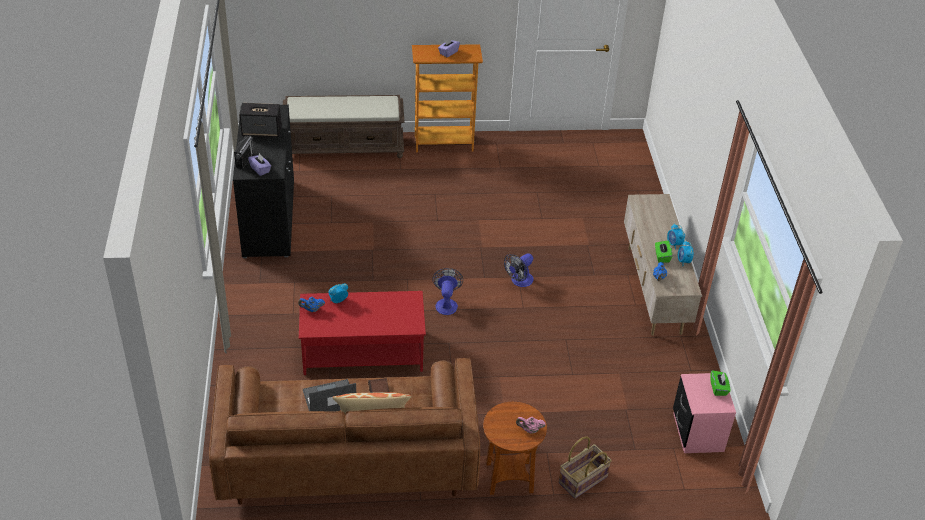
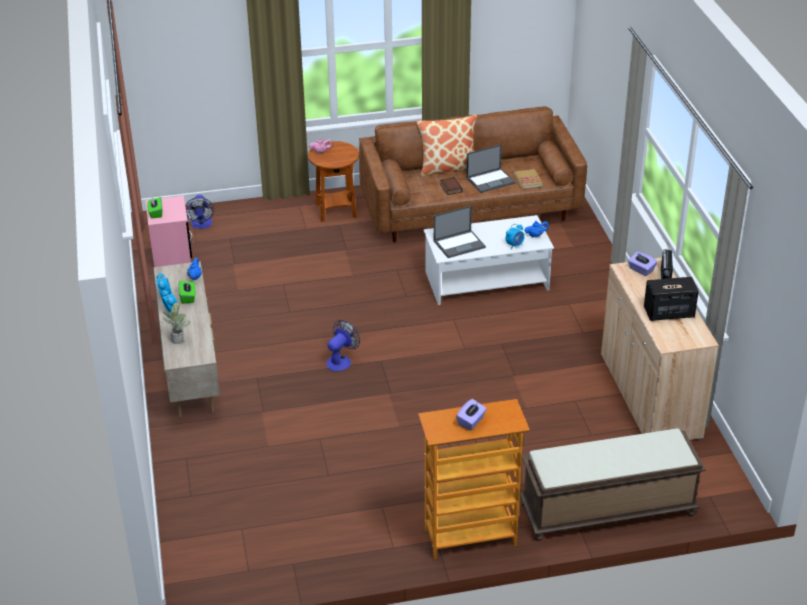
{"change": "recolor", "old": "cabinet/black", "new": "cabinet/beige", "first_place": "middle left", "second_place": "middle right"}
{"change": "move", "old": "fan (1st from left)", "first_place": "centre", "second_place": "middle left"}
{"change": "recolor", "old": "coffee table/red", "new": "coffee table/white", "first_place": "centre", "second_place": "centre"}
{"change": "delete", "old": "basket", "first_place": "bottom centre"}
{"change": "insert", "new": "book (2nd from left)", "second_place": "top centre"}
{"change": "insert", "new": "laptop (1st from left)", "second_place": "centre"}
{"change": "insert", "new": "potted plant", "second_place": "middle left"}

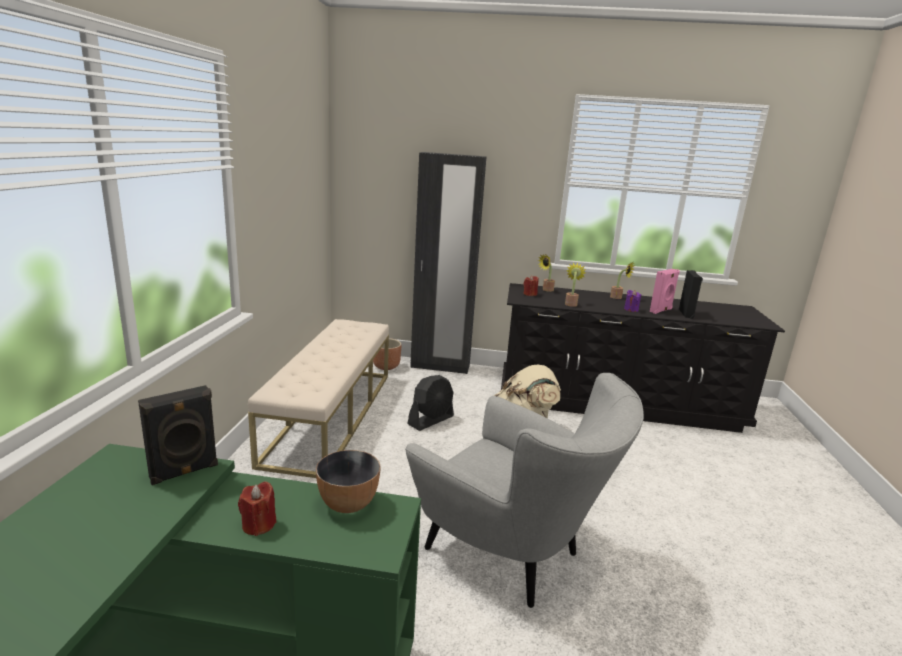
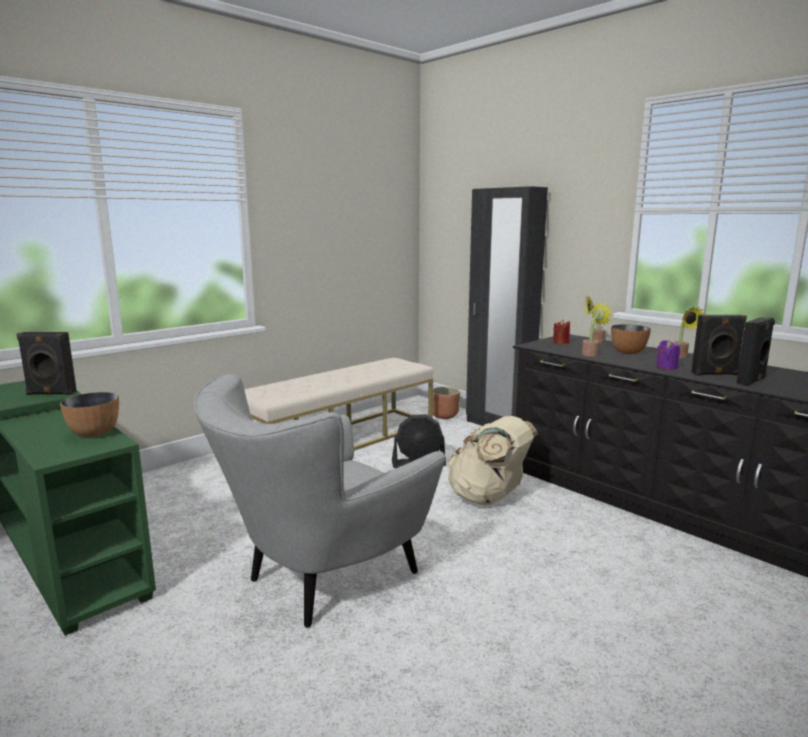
{"change": "recolor", "old": "speaker/pink", "new": "speaker/black (2nd from left)", "first_place": "middle right", "second_place": "middle right"}
{"change": "rotate", "old": "armchair/grey", "first_place": "bottom centre", "second_place": "bottom centre", "degrees": 60}
{"change": "delete", "old": "candle/red (1st from left)", "first_place": "bottom left"}
{"change": "insert", "new": "bowl (2nd from left)", "second_place": "middle right"}

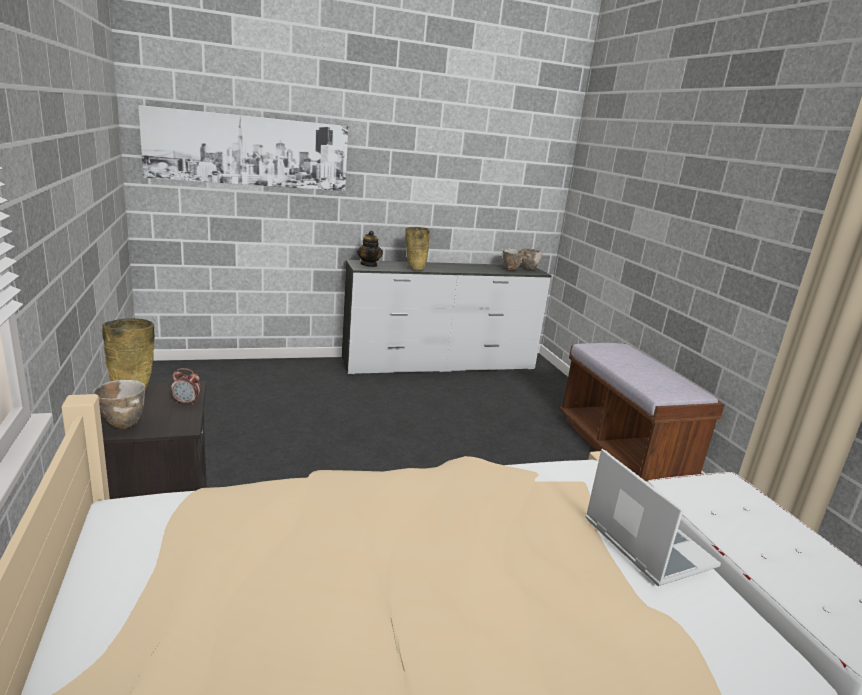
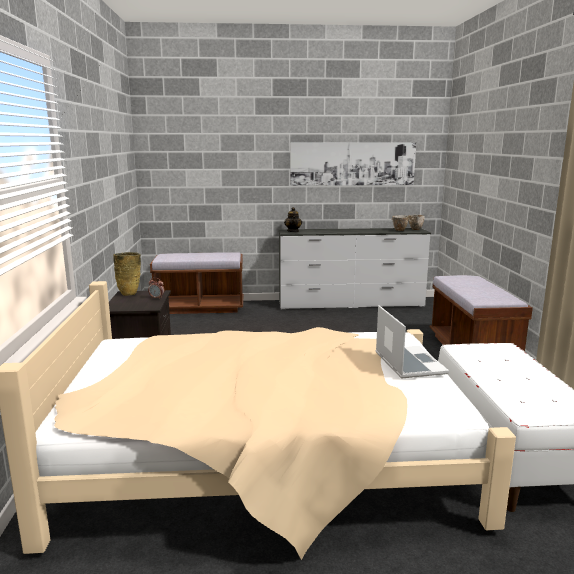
{"change": "move", "old": "picture", "first_place": "top left", "second_place": "top centre"}
{"change": "delete", "old": "vase/beige (2nd from left)", "first_place": "centre"}
{"change": "delete", "old": "bowl (1st from left)", "first_place": "middle left"}
{"change": "insert", "new": "bench/brown (1st from left)", "second_place": "centre"}

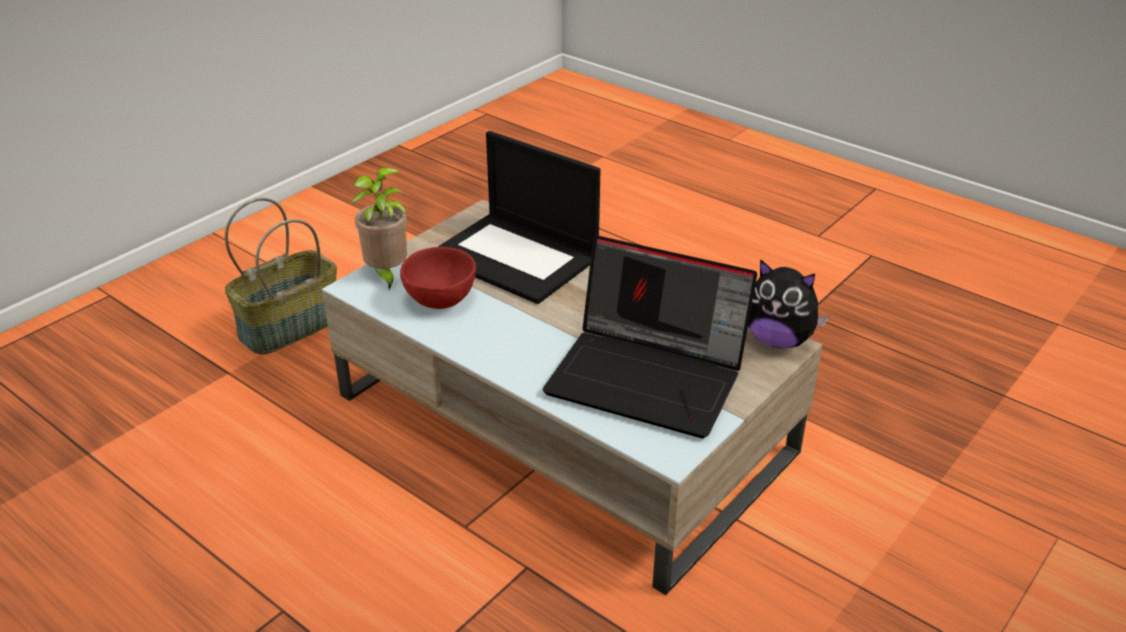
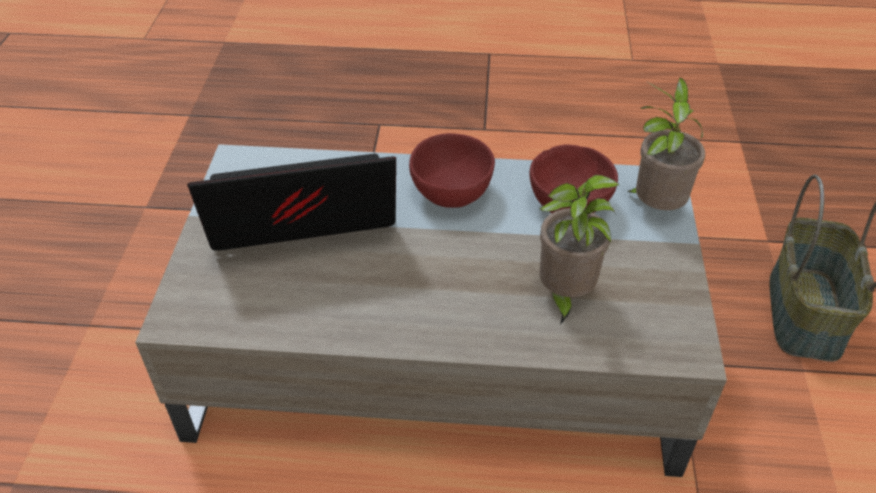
{"change": "replace", "old": "laptop (1st from left)", "new": "potted plant (1st from left)", "first_place": "centre", "second_place": "centre"}
{"change": "delete", "old": "plush toy", "first_place": "middle right"}
{"change": "insert", "new": "bowl/red (1st from left)", "second_place": "centre"}

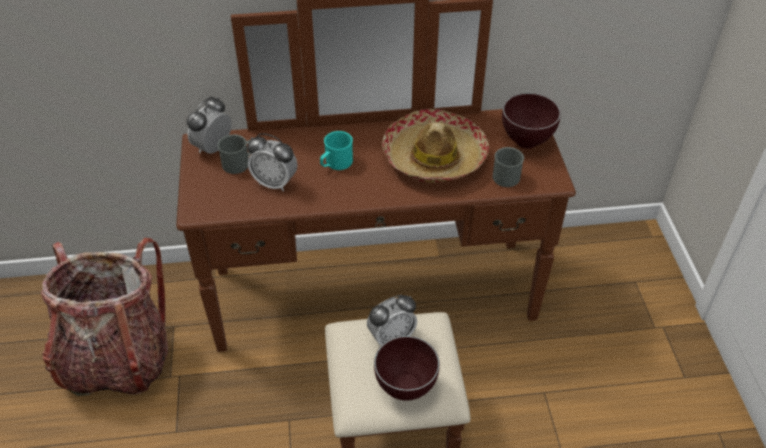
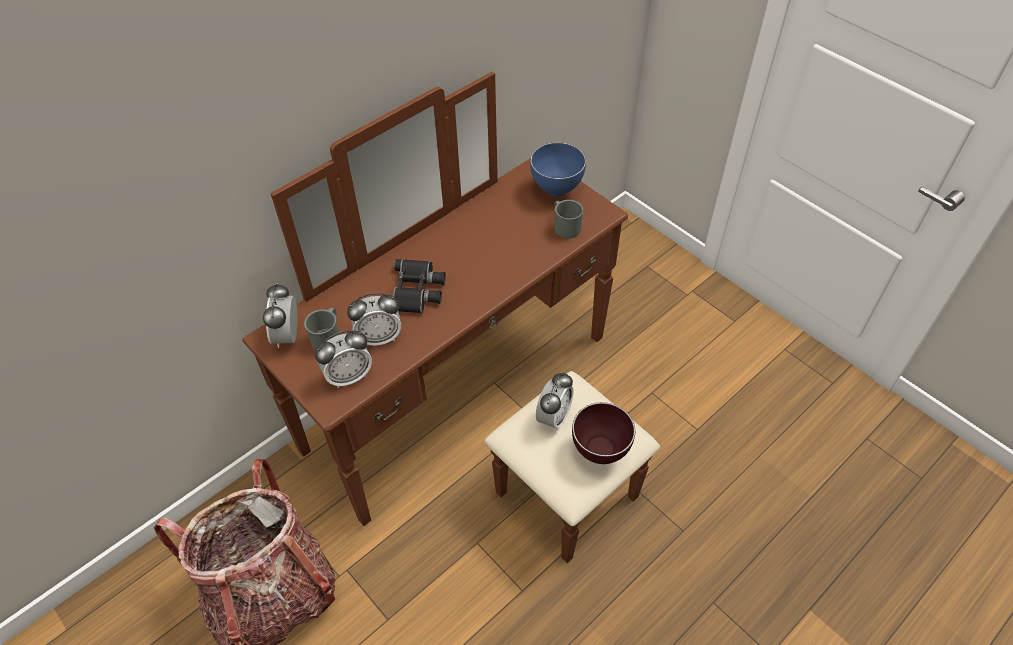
{"change": "recolor", "old": "bowl/brown (2nd from left)", "new": "bowl/blue", "first_place": "top right", "second_place": "top centre"}
{"change": "delete", "old": "hat", "first_place": "top centre"}
{"change": "replace", "old": "mug/turquoise", "new": "binoculars/black", "first_place": "centre", "second_place": "centre"}
{"change": "insert", "new": "alarm clock (2nd from left)", "second_place": "centre"}

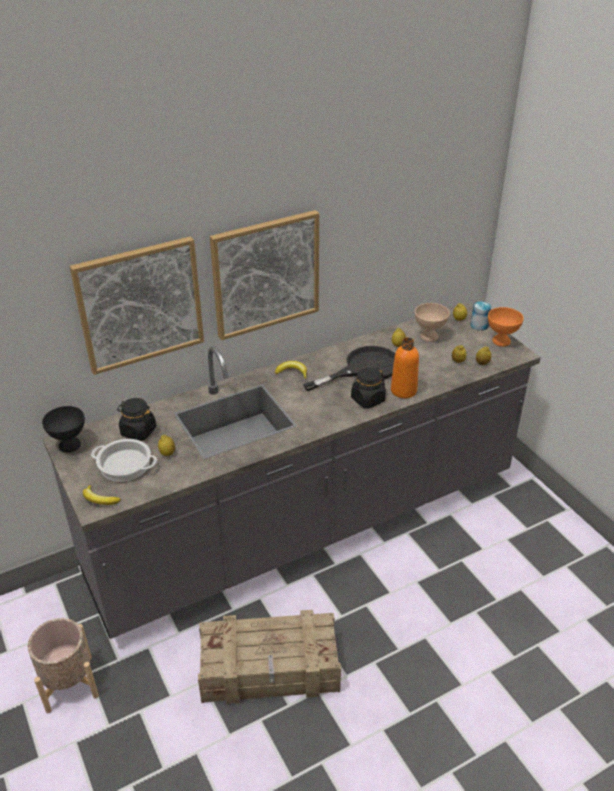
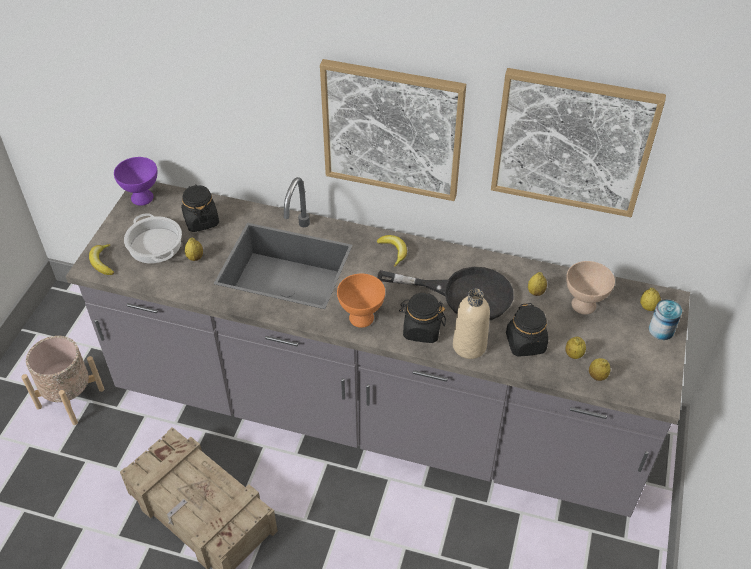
{"change": "move", "old": "picture (1st from left in the first image)", "new": "picture (2nd from left)", "first_place": "middle left", "second_place": "top right"}
{"change": "move", "old": "bowl/orange", "first_place": "middle right", "second_place": "centre"}
{"change": "recolor", "old": "bottle/orange", "new": "bottle/beige", "first_place": "centre", "second_place": "centre"}
{"change": "recolor", "old": "bowl/black", "new": "bowl/purple", "first_place": "middle left", "second_place": "top left"}
{"change": "insert", "new": "jar/black (3rd from left)", "second_place": "middle right"}

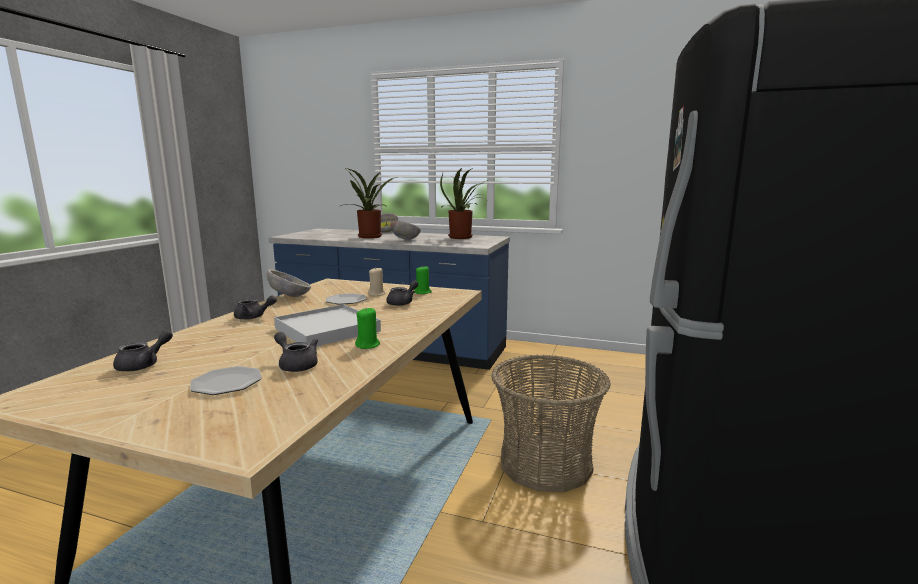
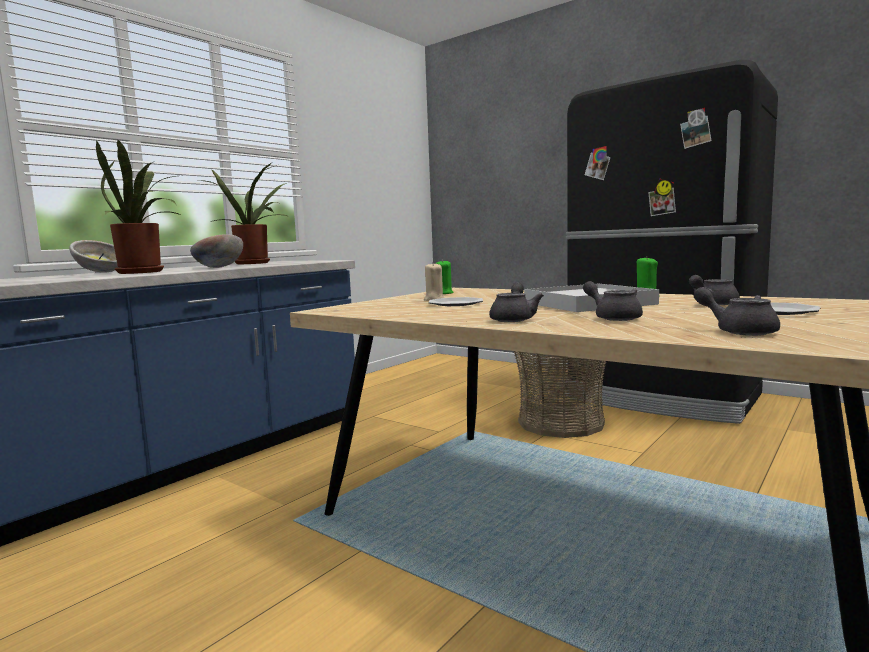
{"change": "delete", "old": "bowl (1st from left)", "first_place": "middle left"}
{"change": "move", "old": "teapot/grey (4th from left in the first image)", "new": "teapot/grey (2nd from left)", "first_place": "centre", "second_place": "middle right"}

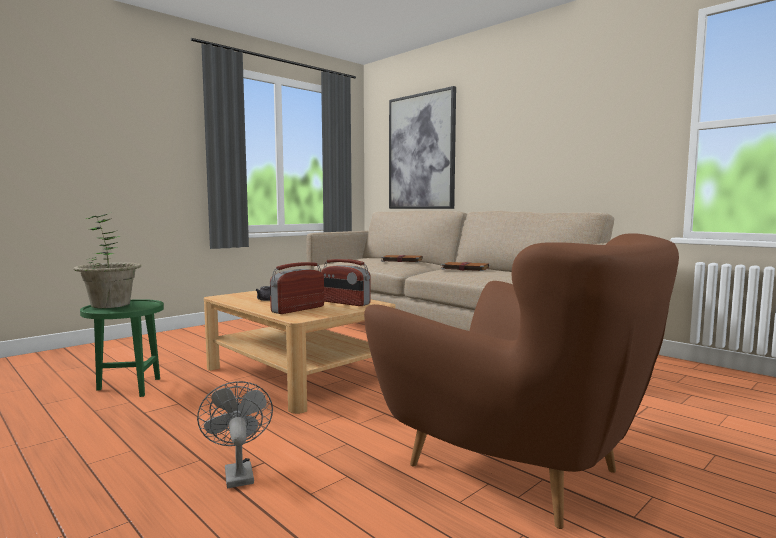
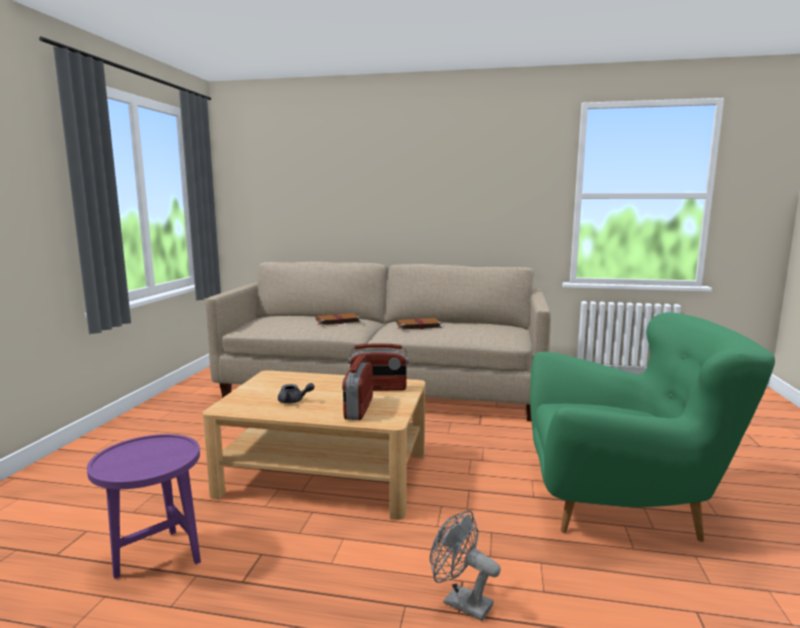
{"change": "delete", "old": "picture", "first_place": "top centre"}
{"change": "delete", "old": "potted plant", "first_place": "middle left"}
{"change": "recolor", "old": "armchair/brown", "new": "armchair/green", "first_place": "bottom right", "second_place": "bottom right"}
{"change": "recolor", "old": "side table/green", "new": "side table/purple", "first_place": "middle left", "second_place": "bottom left"}

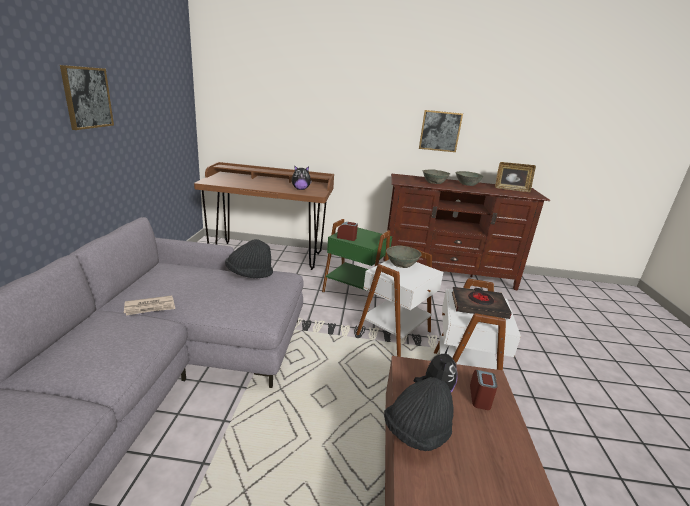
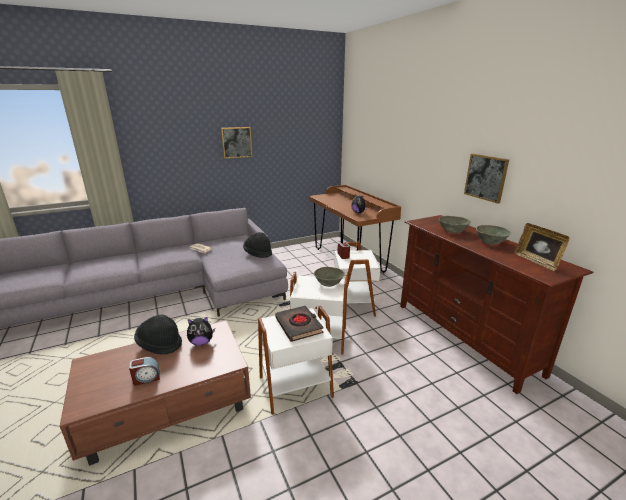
{"change": "recolor", "old": "side table/green", "new": "side table/white (3rd from left)", "first_place": "centre", "second_place": "centre"}
{"change": "move", "old": "alarm clock (2nd from left in the first image)", "new": "alarm clock (1st from left)", "first_place": "bottom right", "second_place": "bottom left"}

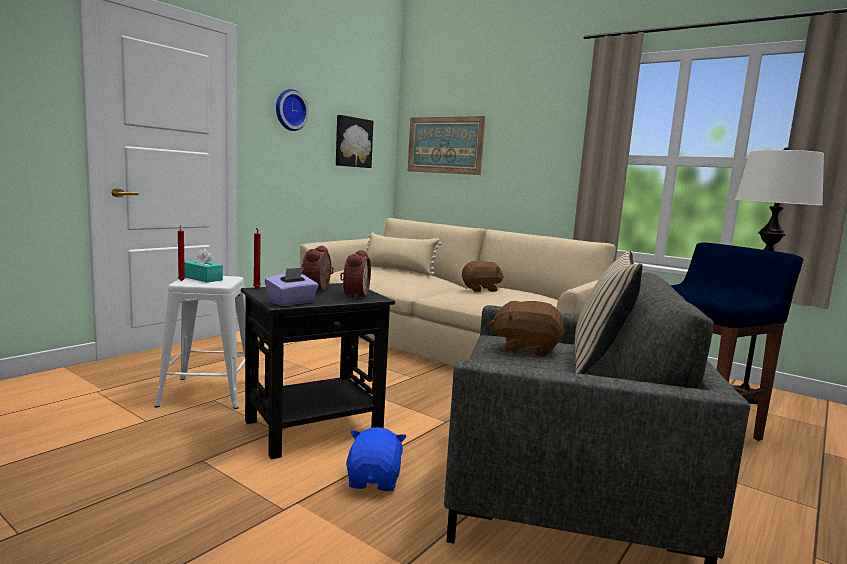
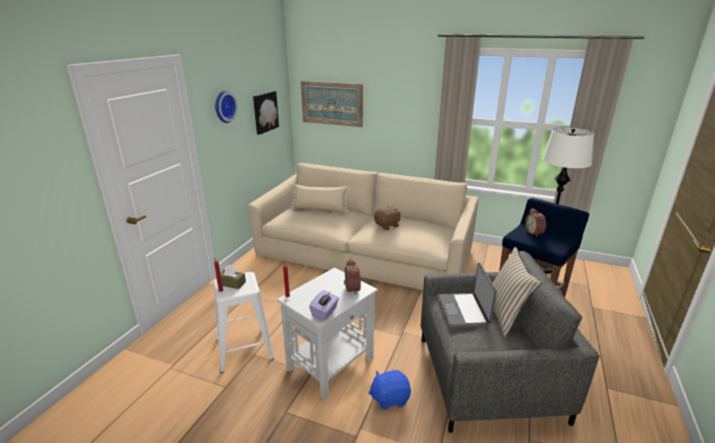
{"change": "move", "old": "alarm clock (1st from left in the first image)", "new": "alarm clock (2nd from left)", "first_place": "centre", "second_place": "middle right"}
{"change": "recolor", "old": "tissue box/turquoise", "new": "tissue box/brown", "first_place": "middle left", "second_place": "middle left"}
{"change": "recolor", "old": "side table/black", "new": "side table/white", "first_place": "centre", "second_place": "bottom centre"}
{"change": "replace", "old": "plush toy/brown (2nd from left)", "new": "laptop", "first_place": "centre", "second_place": "centre"}
{"change": "rotate", "old": "plush toy/blue", "first_place": "bottom centre", "second_place": "bottom centre", "degrees": -90}

